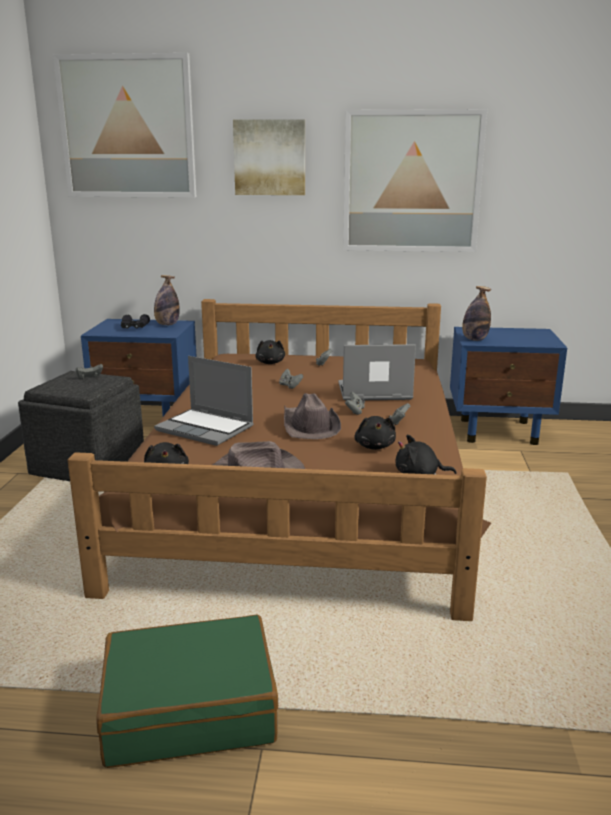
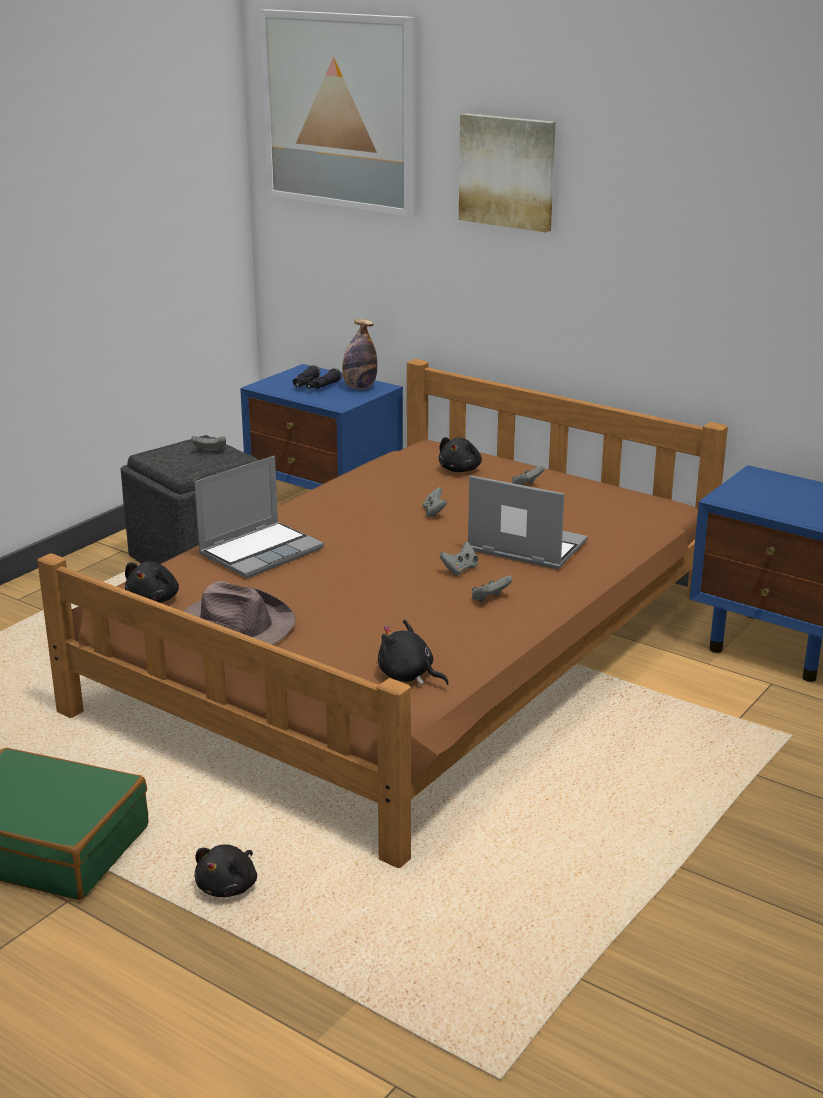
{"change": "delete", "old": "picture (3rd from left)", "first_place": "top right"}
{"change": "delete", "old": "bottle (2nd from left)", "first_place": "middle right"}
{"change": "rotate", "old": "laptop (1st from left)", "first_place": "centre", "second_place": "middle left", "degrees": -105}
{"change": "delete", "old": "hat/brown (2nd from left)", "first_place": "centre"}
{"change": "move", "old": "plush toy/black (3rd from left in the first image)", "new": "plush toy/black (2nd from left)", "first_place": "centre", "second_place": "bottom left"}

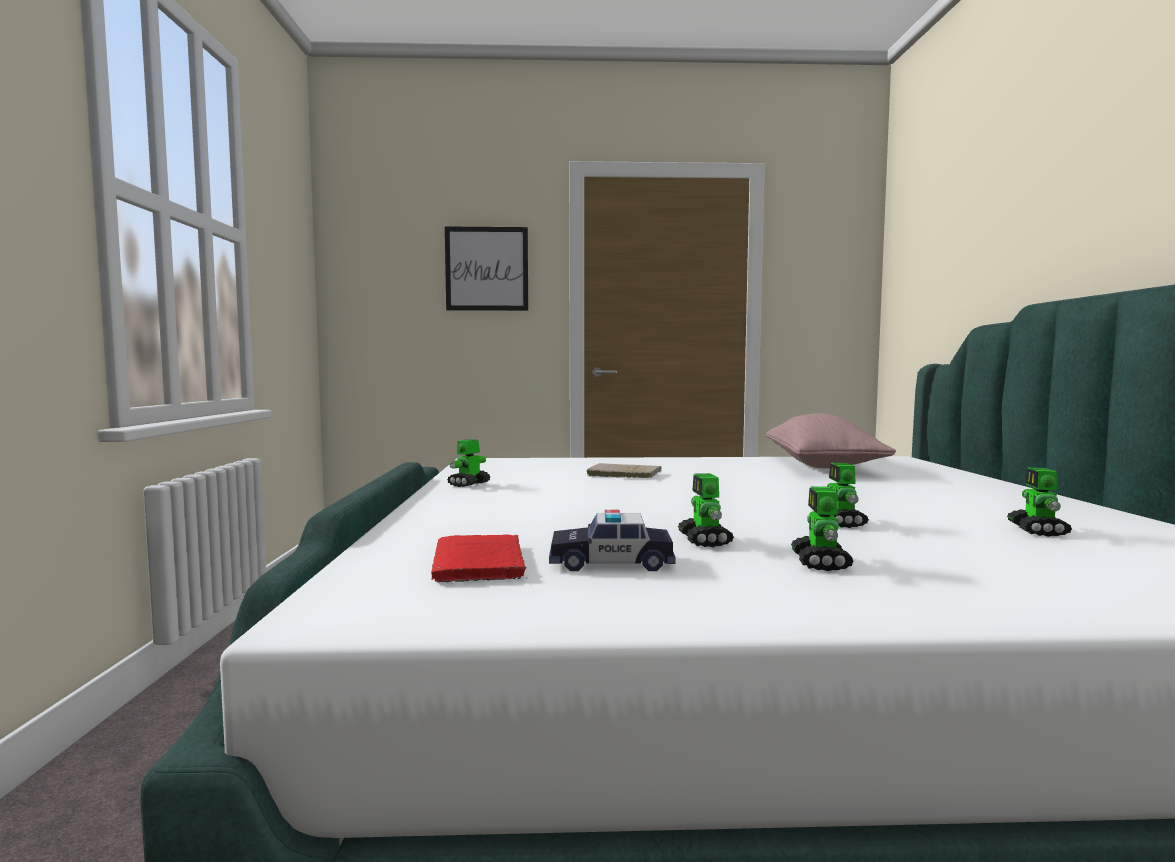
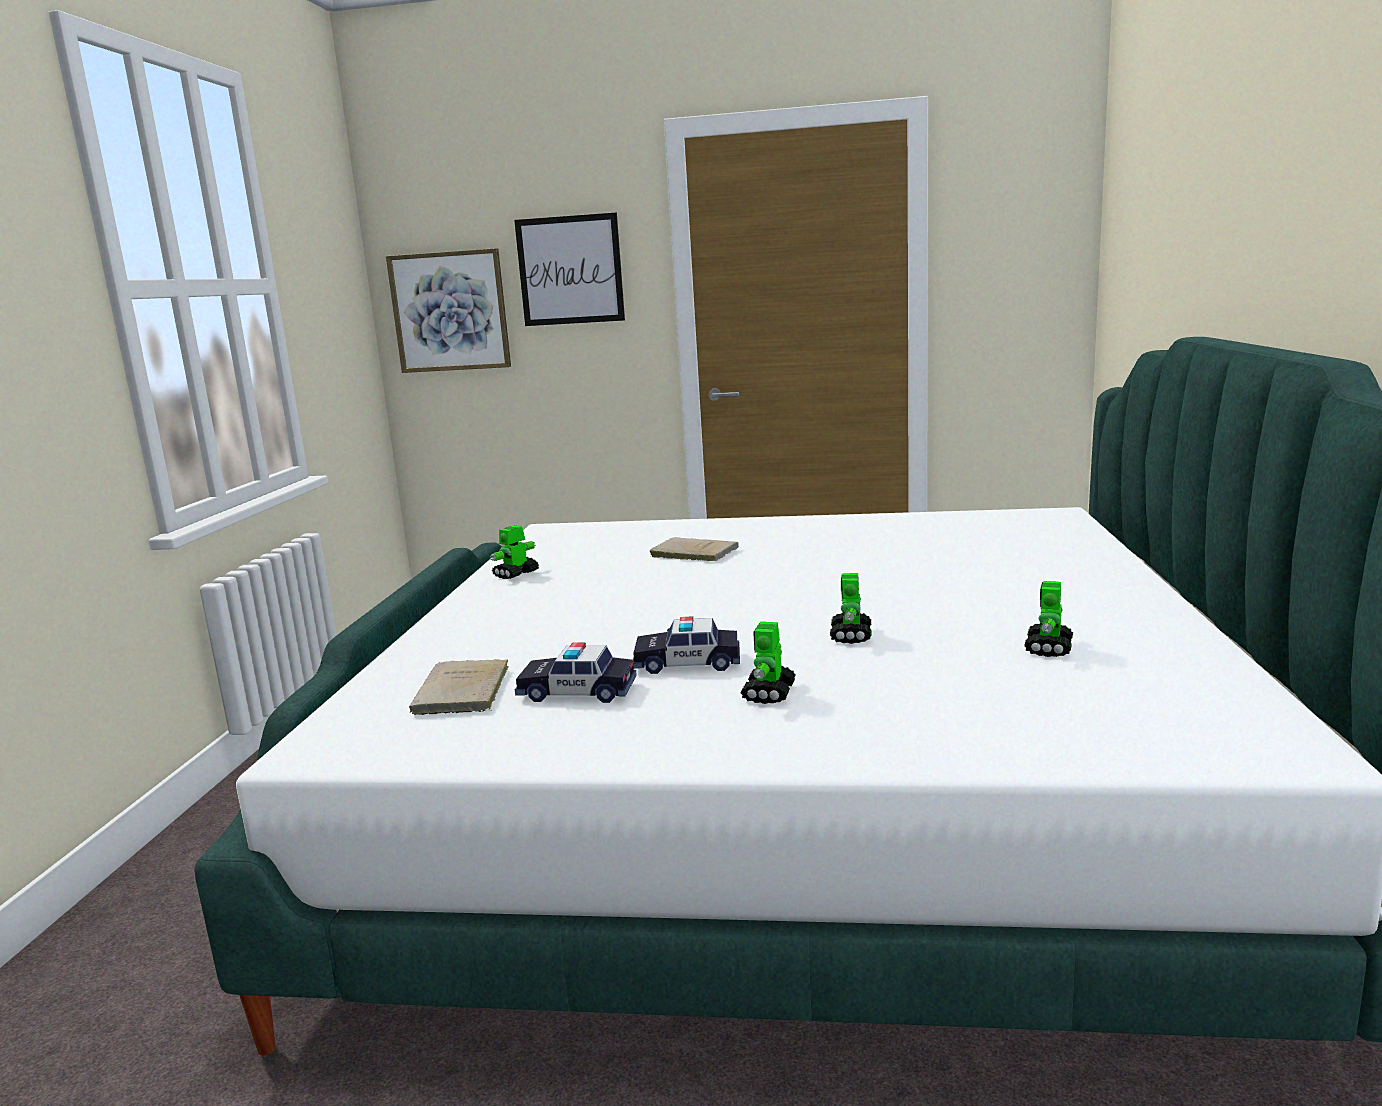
{"change": "delete", "old": "pillow/pink", "first_place": "middle right"}
{"change": "replace", "old": "toy robot (2nd from left)", "new": "toy car (2nd from left)", "first_place": "centre", "second_place": "centre"}
{"change": "recolor", "old": "book/red", "new": "book/beige (1st from left)", "first_place": "centre", "second_place": "middle left"}
{"change": "insert", "new": "picture (1st from left)", "second_place": "top left"}

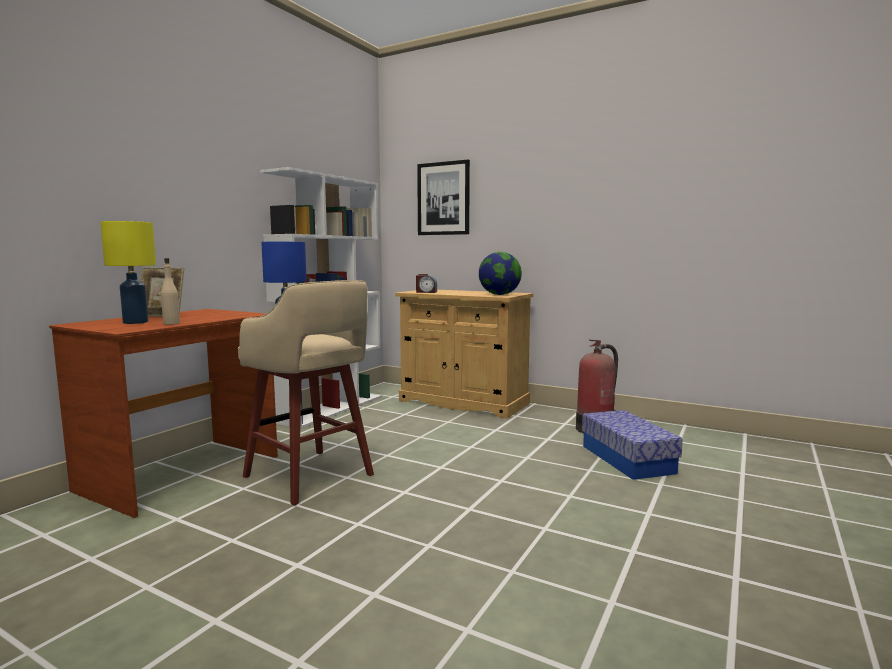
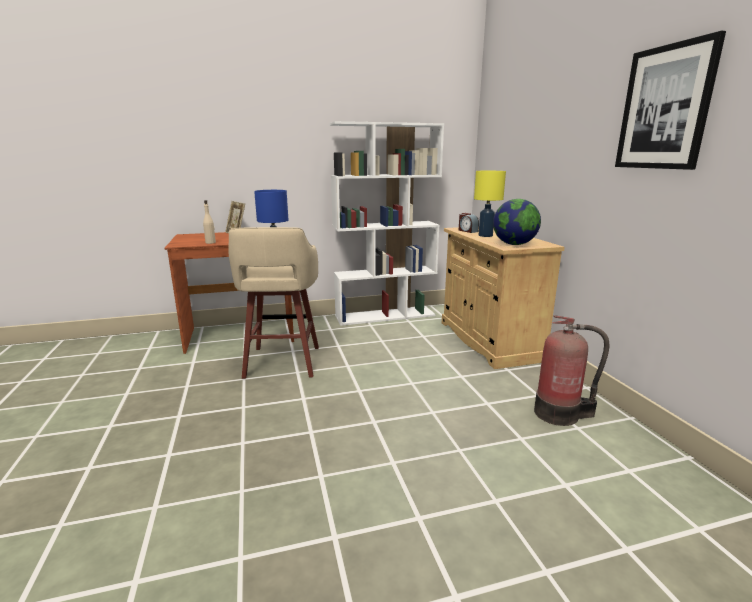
{"change": "move", "old": "picture", "first_place": "top centre", "second_place": "top right"}
{"change": "move", "old": "table lamp/yellow", "first_place": "middle left", "second_place": "centre"}
{"change": "delete", "old": "storage box", "first_place": "middle right"}

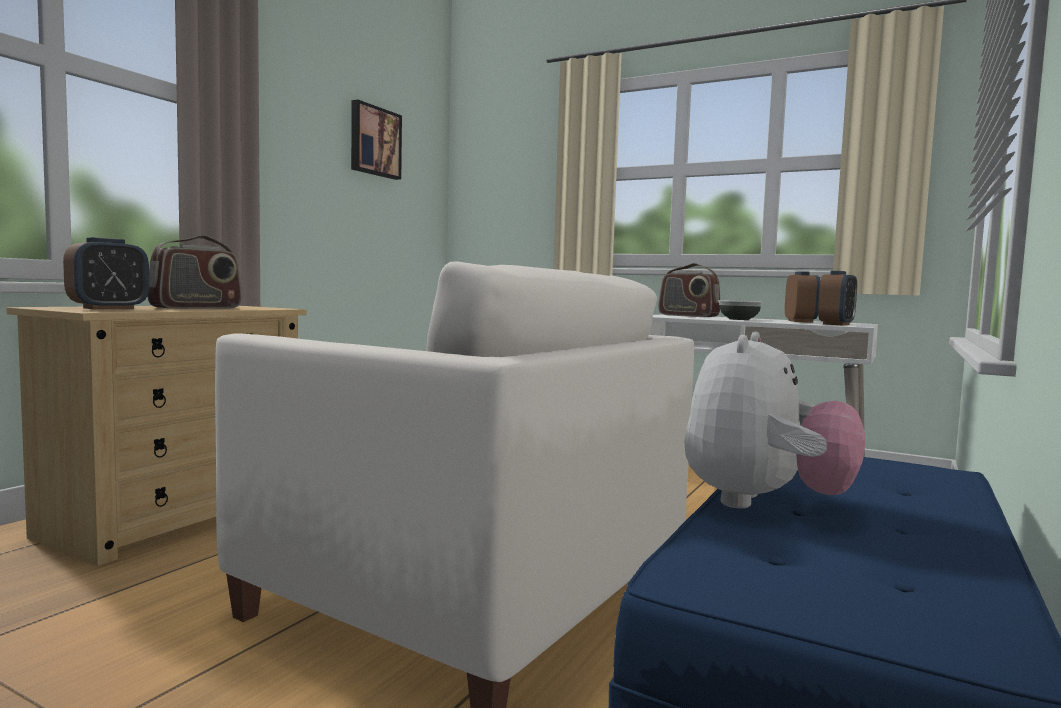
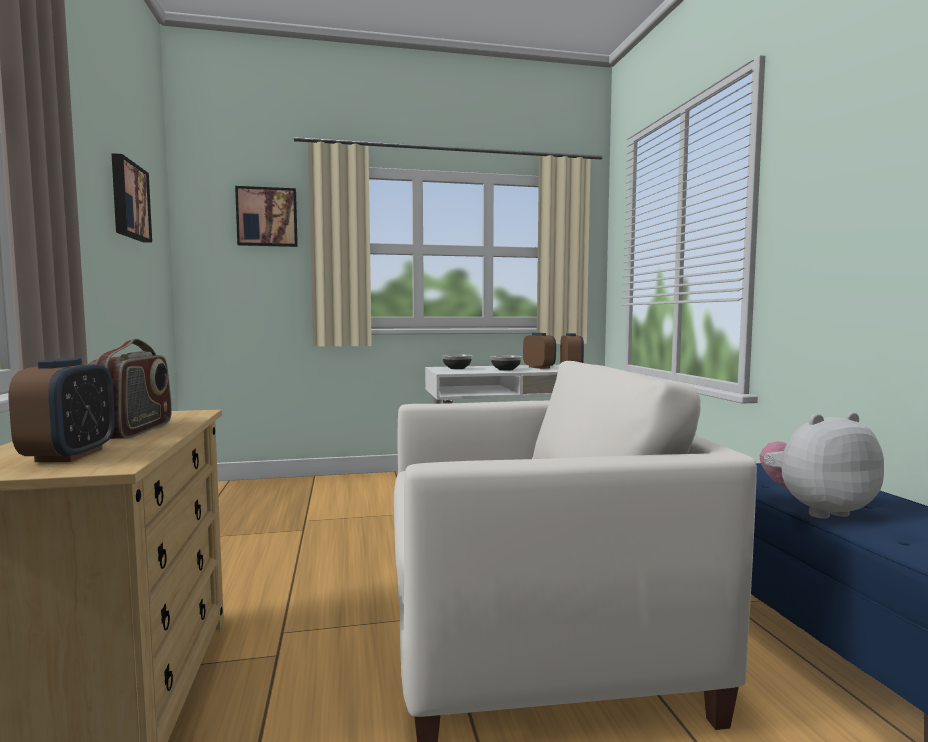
{"change": "replace", "old": "radio (2nd from left)", "new": "bowl (1st from left)", "first_place": "centre", "second_place": "centre"}
{"change": "rotate", "old": "plush toy", "first_place": "middle right", "second_place": "middle right", "degrees": -90}
{"change": "insert", "new": "picture (2nd from left)", "second_place": "top left"}

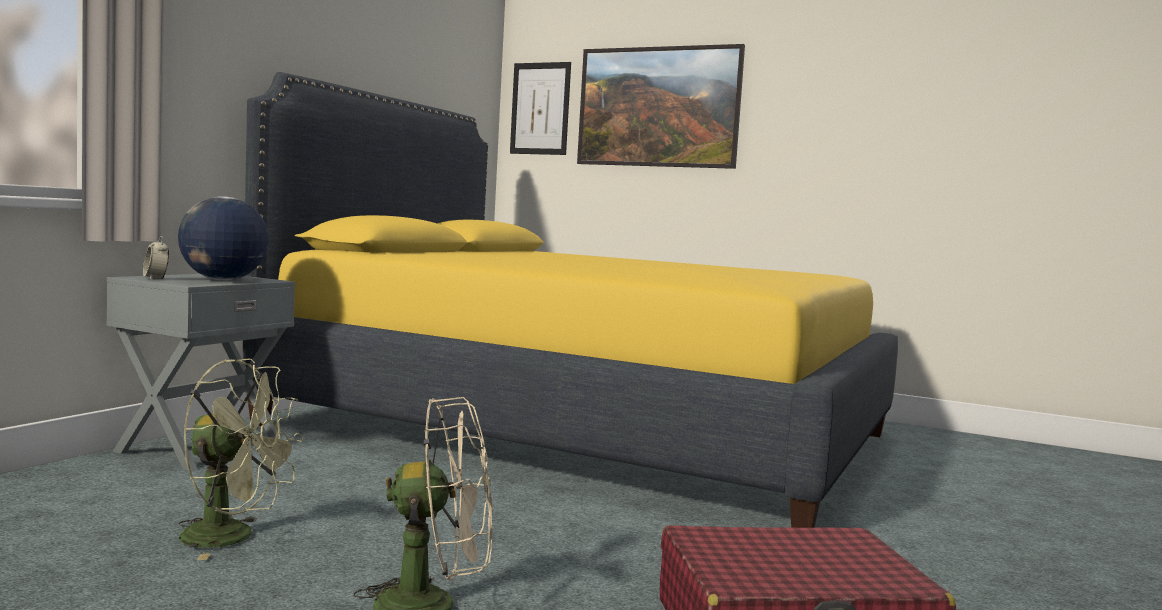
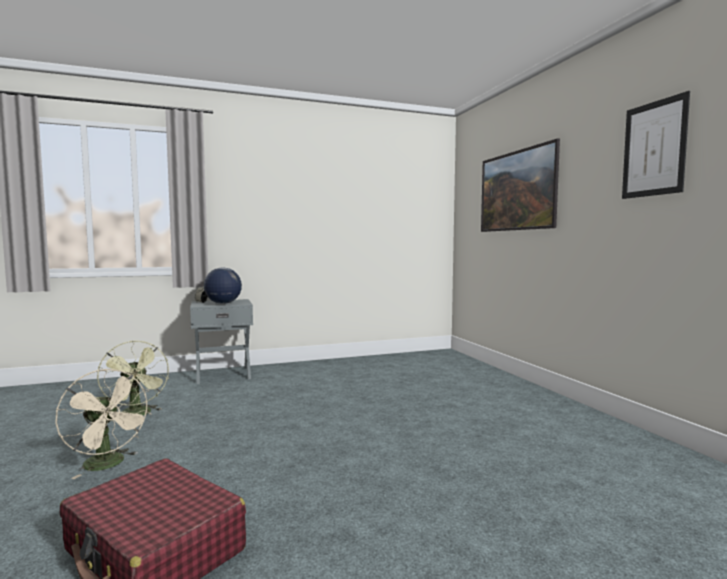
{"change": "move", "old": "picture (1st from left in the first image)", "new": "picture (2nd from left)", "first_place": "top centre", "second_place": "top right"}
{"change": "delete", "old": "bed/yellow", "first_place": "centre"}

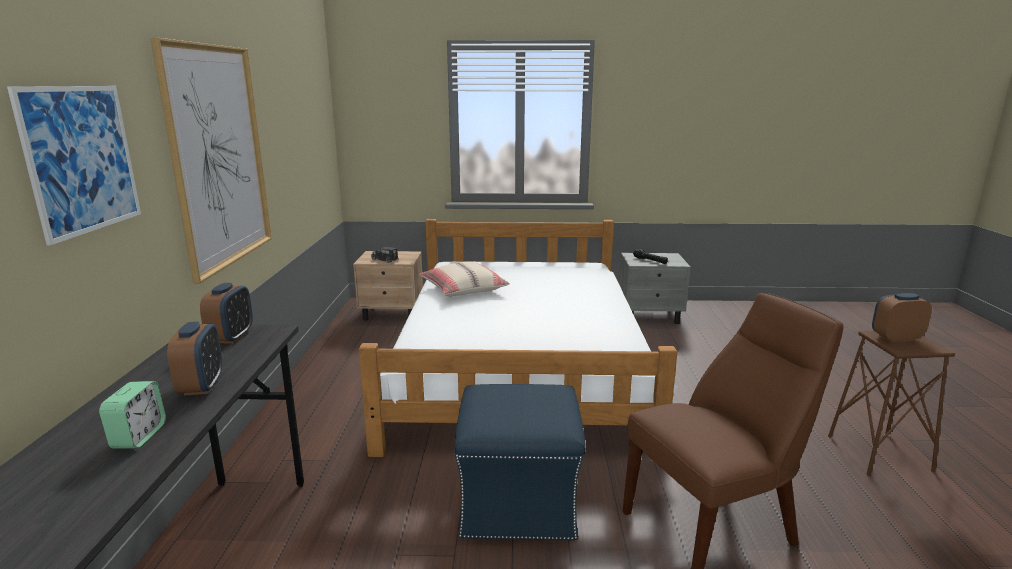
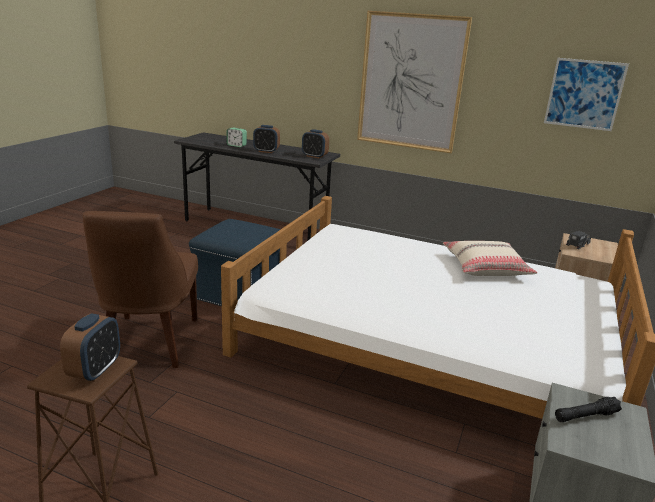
{"change": "move", "old": "picture (1st from left in the first image)", "new": "picture (2nd from left)", "first_place": "top left", "second_place": "top right"}

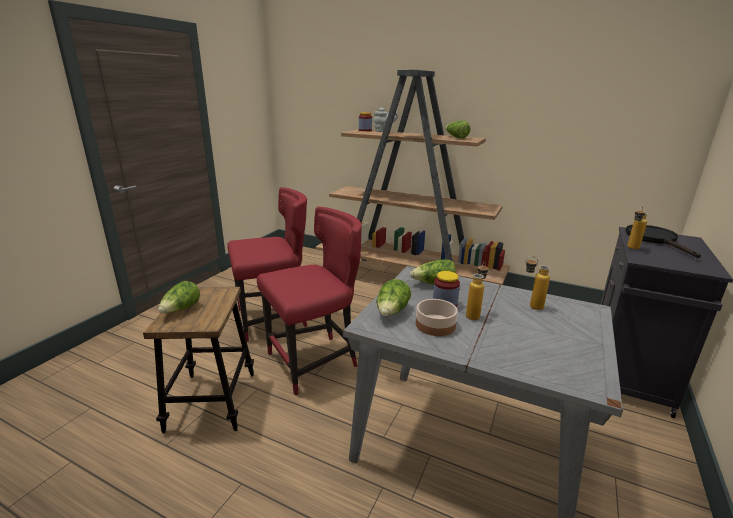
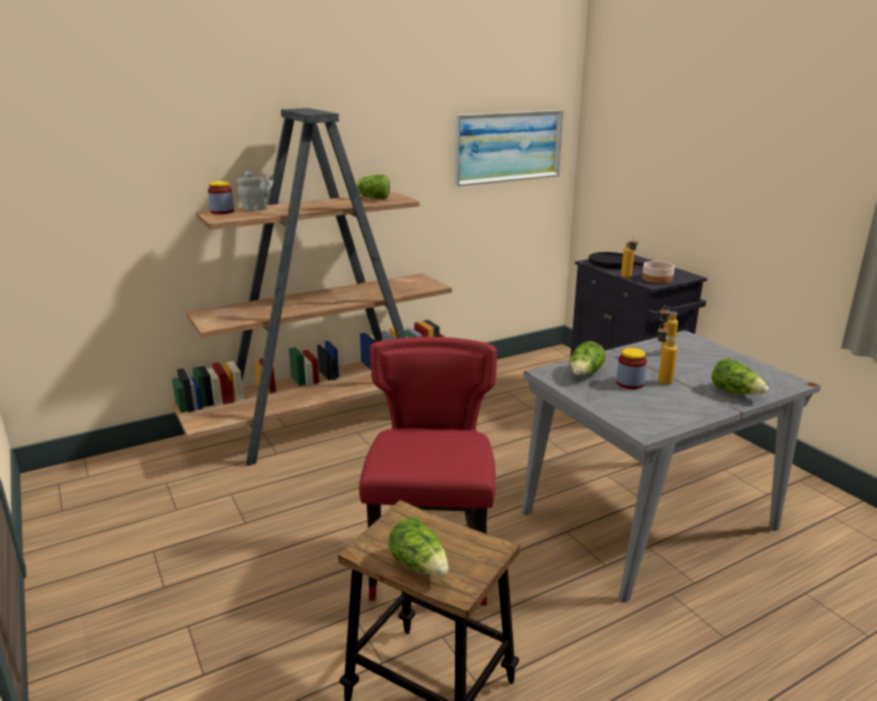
{"change": "delete", "old": "chair/red (1st from left)", "first_place": "centre"}
{"change": "move", "old": "lettuce (2nd from left in the first image)", "new": "lettuce (4th from left)", "first_place": "centre", "second_place": "middle right"}
{"change": "move", "old": "bowl", "first_place": "centre", "second_place": "middle right"}
{"change": "insert", "new": "picture", "second_place": "top centre"}

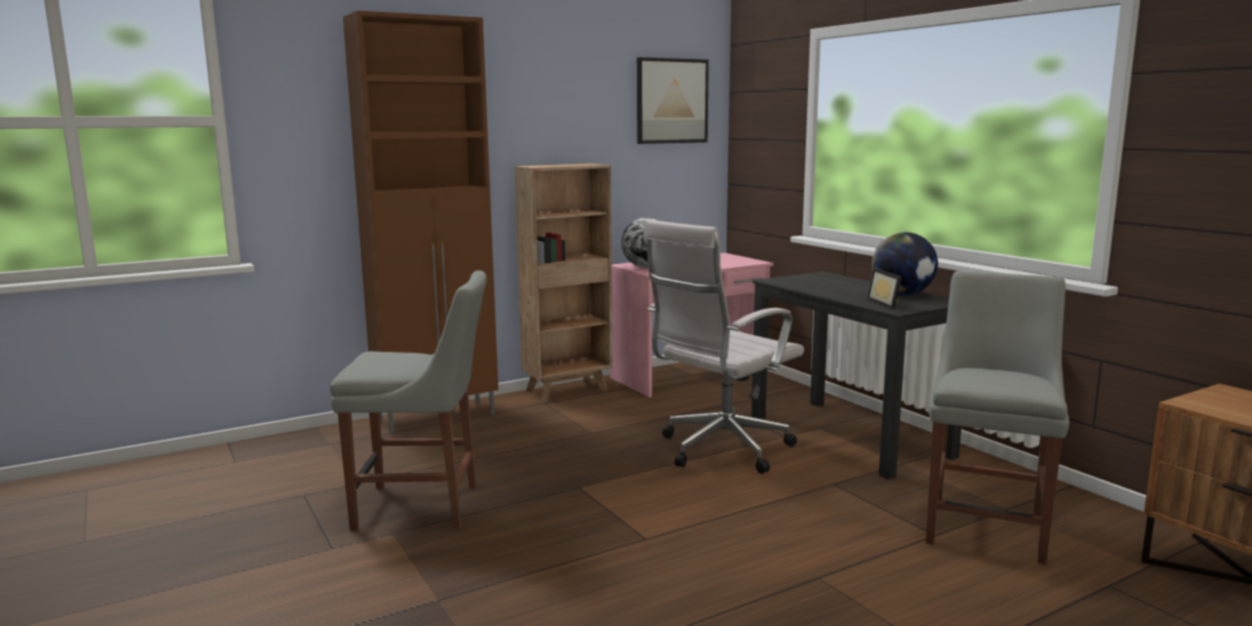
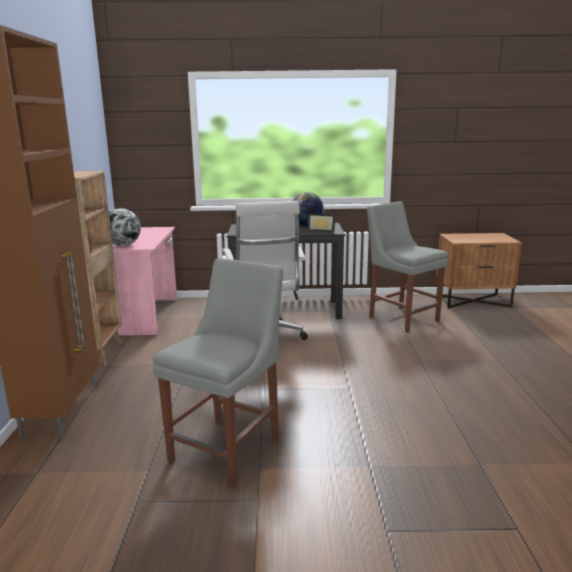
{"change": "delete", "old": "picture", "first_place": "top centre"}

